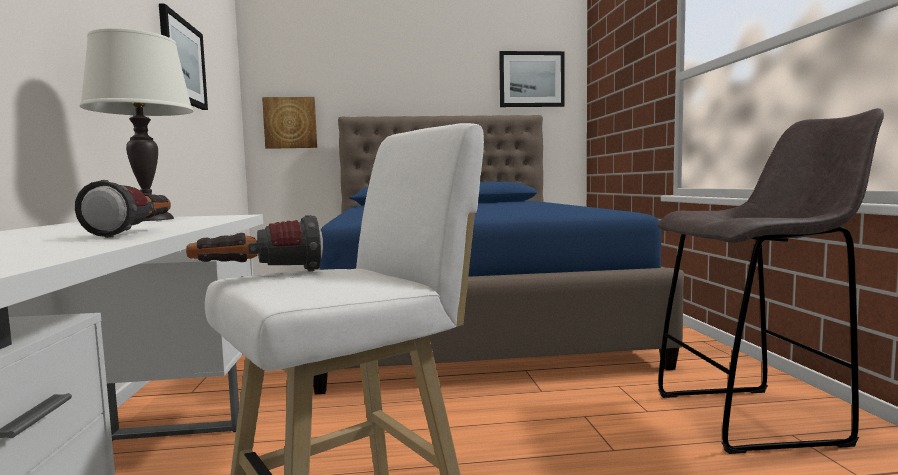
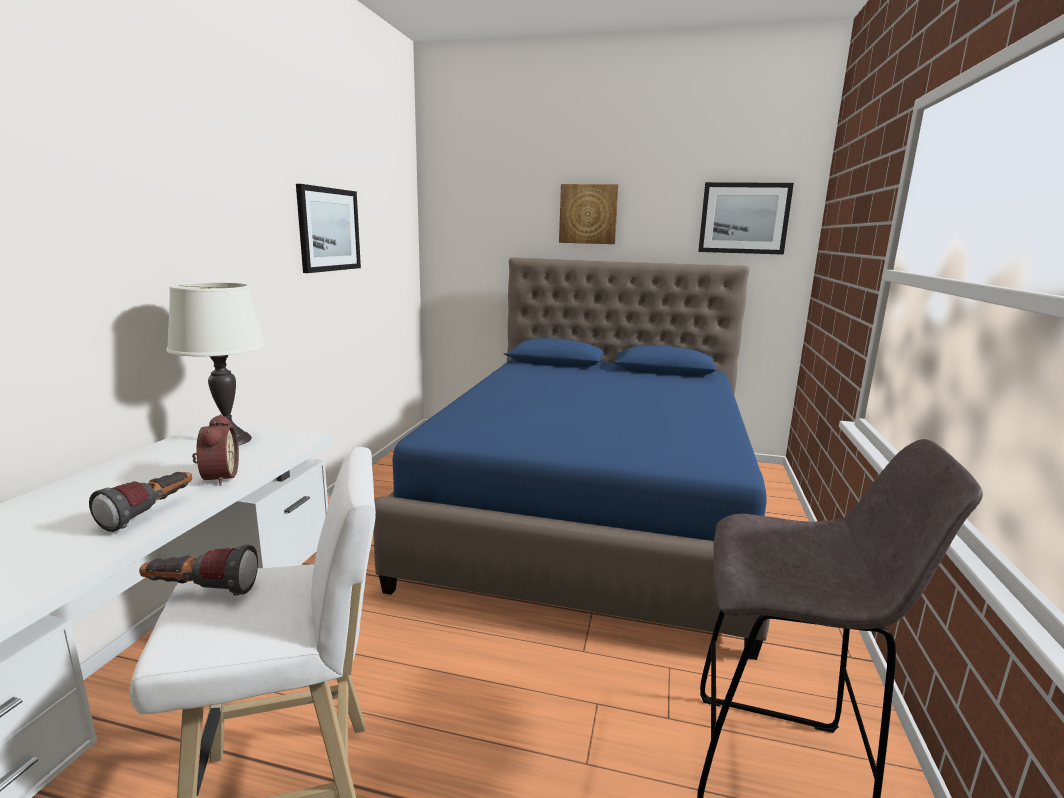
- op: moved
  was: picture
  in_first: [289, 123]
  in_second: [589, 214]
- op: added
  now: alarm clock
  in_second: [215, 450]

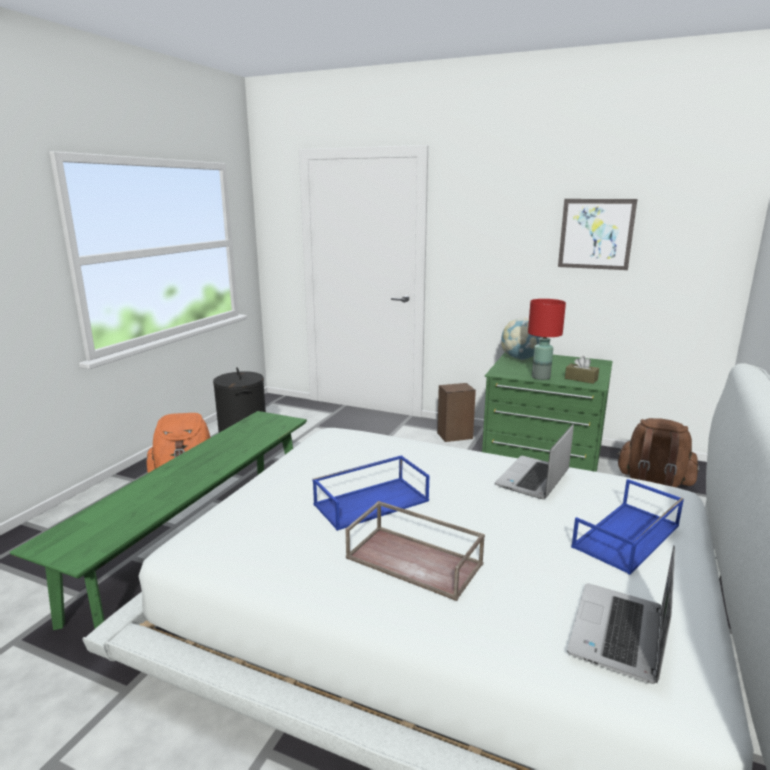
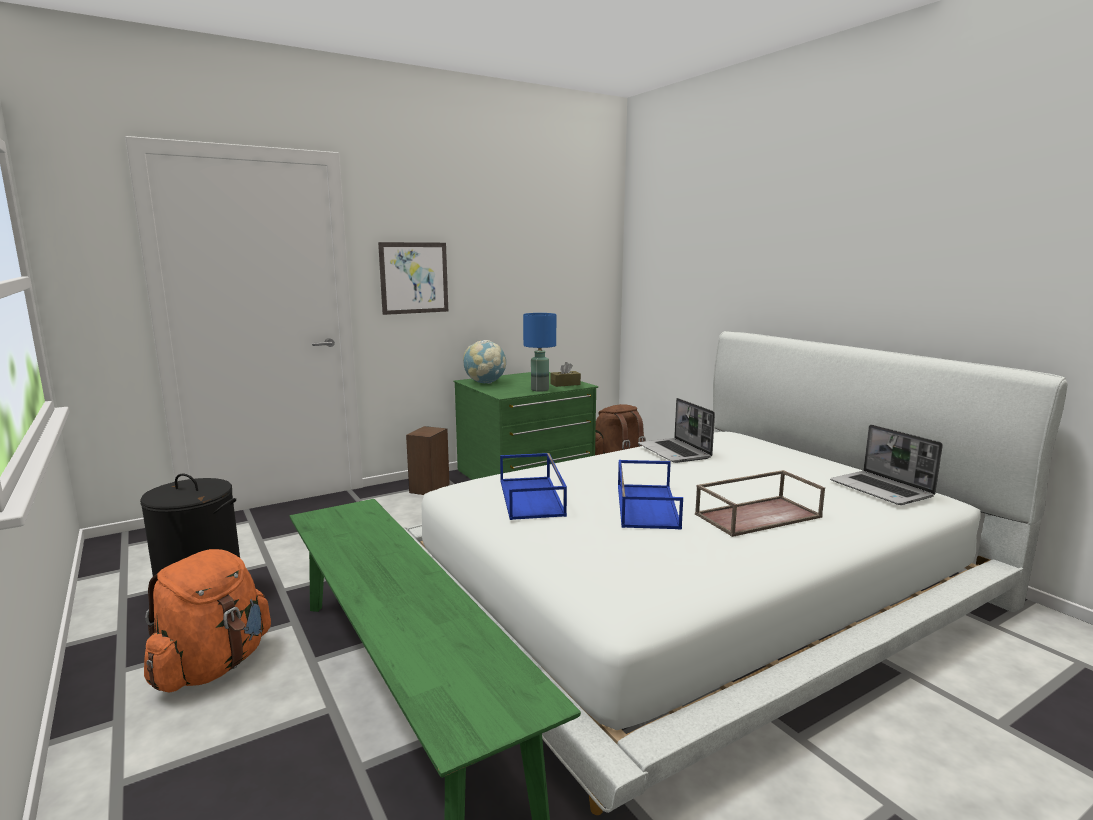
- op: recoloured
  was: red table lamp
  now: blue table lamp
  in_first: [547, 339]
  in_second: [539, 352]
- op: moved
  was: picture
  in_first: [597, 234]
  in_second: [413, 278]
- op: moved
  was: blue tray
  in_first: [627, 527]
  in_second: [533, 486]

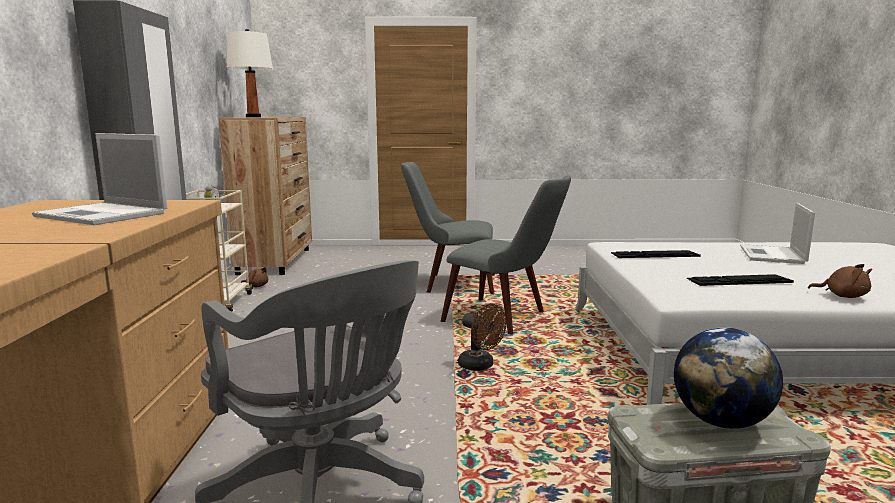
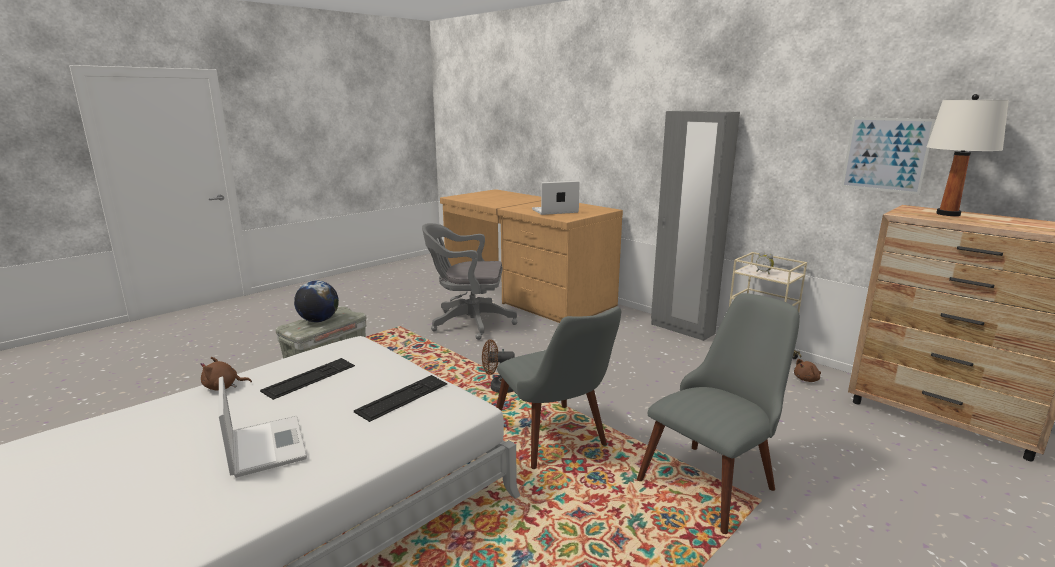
- op: turned
  was: grey chair
  in_first: [506, 254]
  in_second: [558, 387]
  clockwise: -105
- op: added
  now: picture
  in_second: [888, 156]

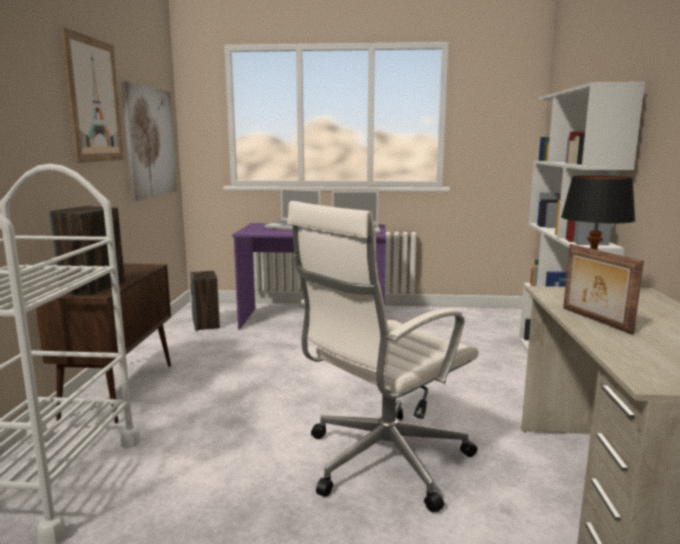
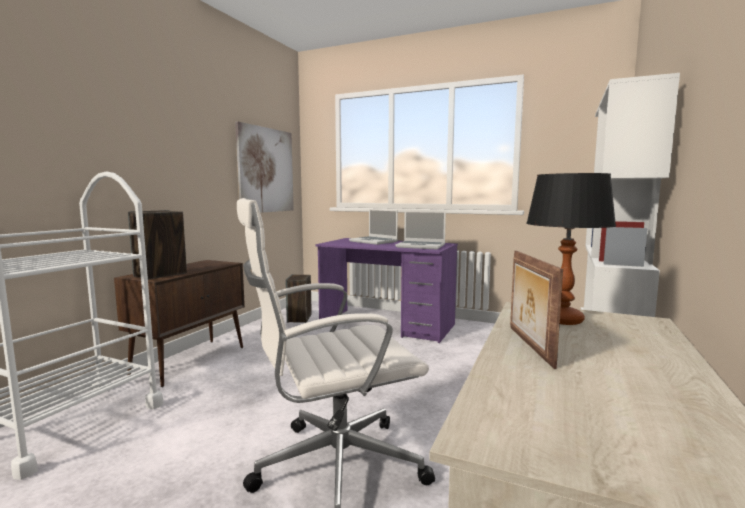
- op: removed
  was: picture
  in_first: [92, 95]

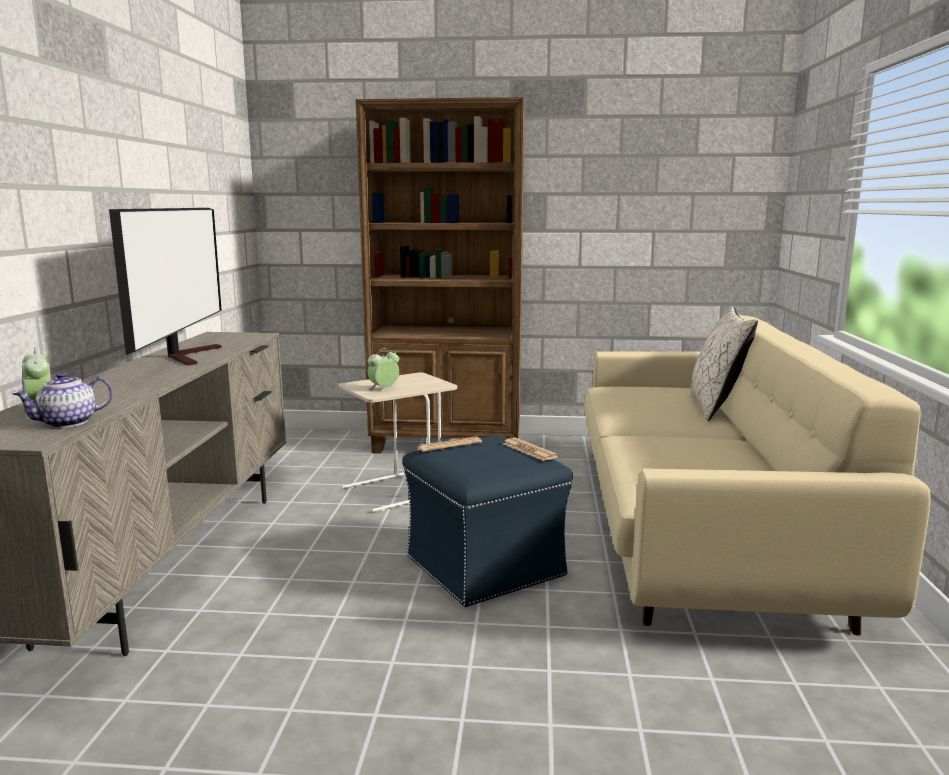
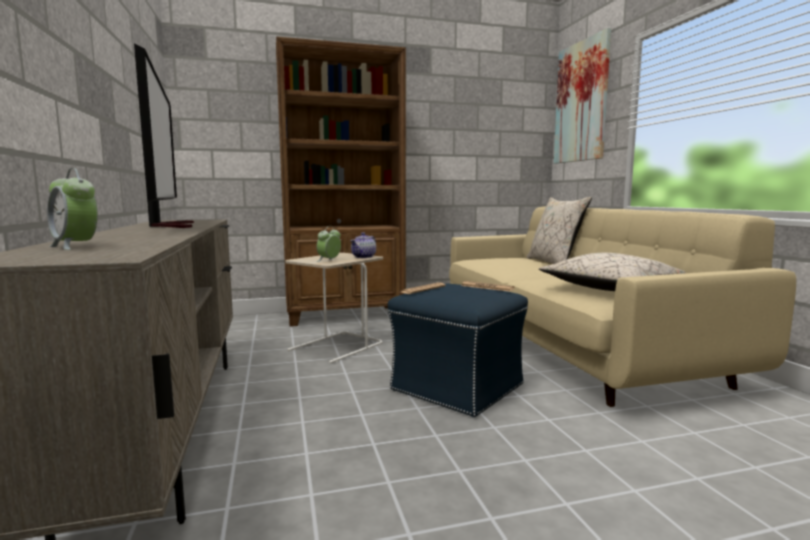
- op: moved
  was: teapot
  in_first: [62, 400]
  in_second: [363, 245]
- op: added
  now: beige pillow
  in_second: [612, 272]
- op: added
  now: picture
  in_second: [582, 96]

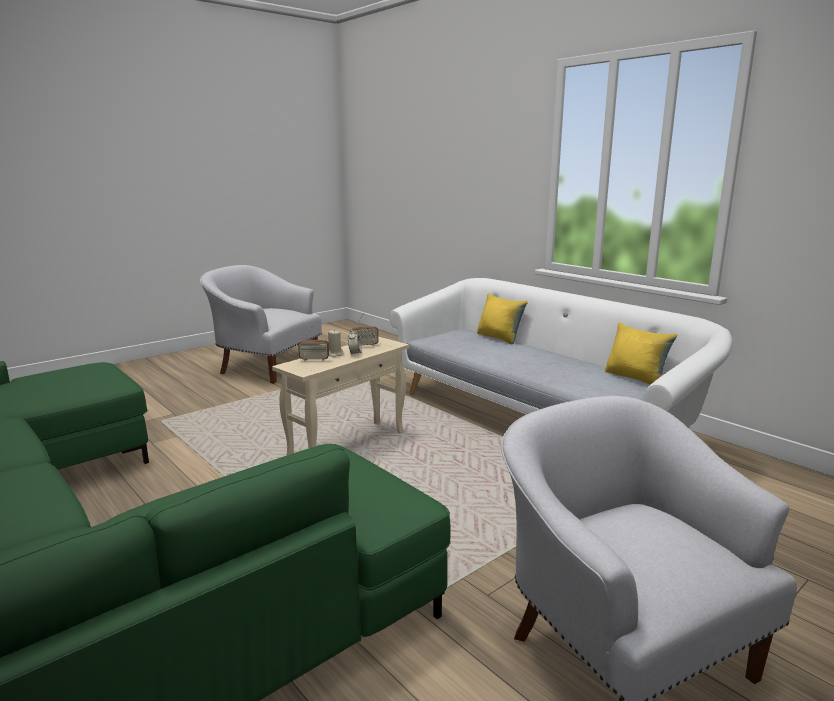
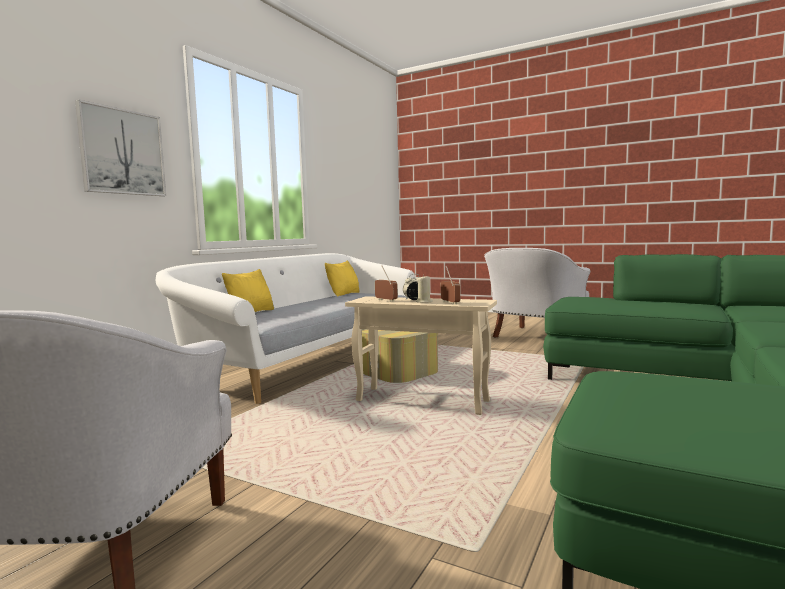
- op: added
  now: picture
  in_second: [120, 148]
- op: added
  now: ottoman
  in_second: [400, 356]

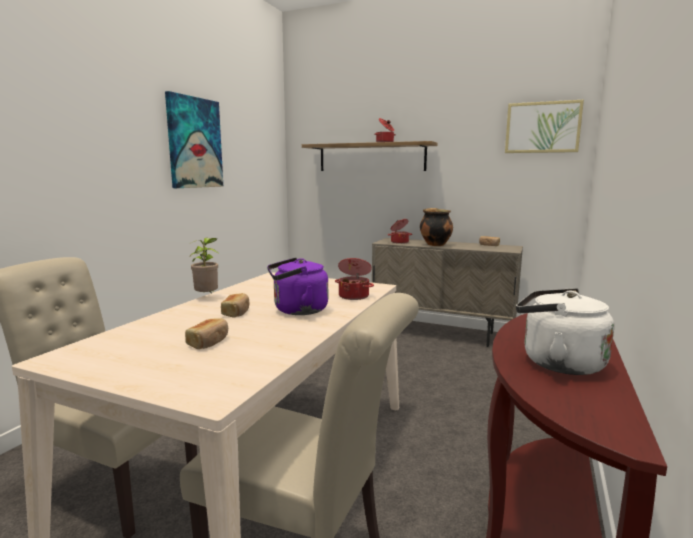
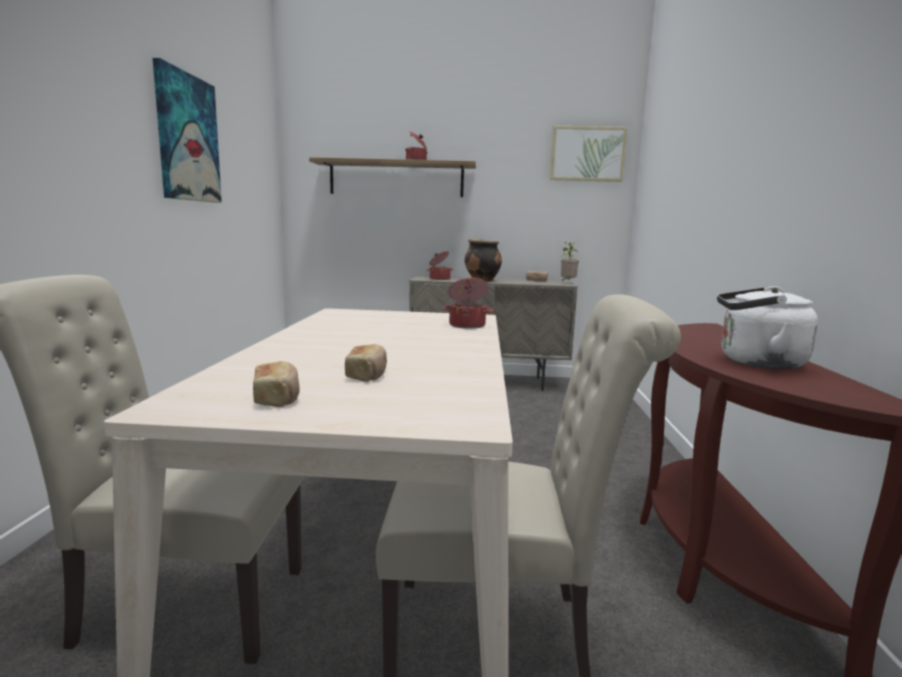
- op: moved
  was: potted plant
  in_first: [203, 265]
  in_second: [570, 262]
- op: moved
  was: bread
  in_first: [235, 305]
  in_second: [276, 384]
- op: removed
  was: purple kettle
  in_first: [297, 286]

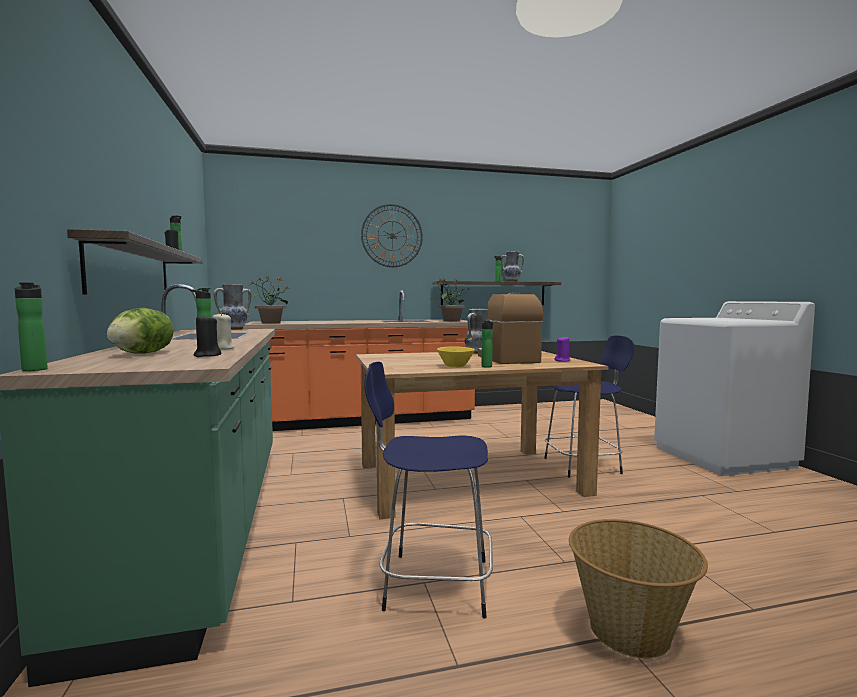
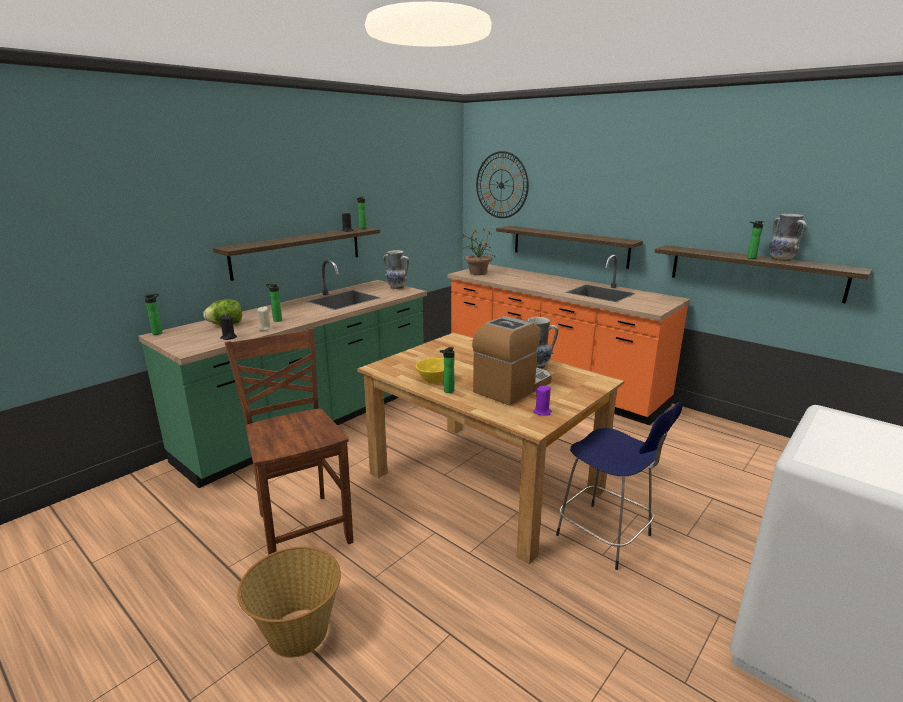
- op: moved
  was: wall clock
  in_first: [392, 235]
  in_second: [502, 184]
- op: replaced
  was: blue stool
  now: brown chair
  in_first: [428, 490]
  in_second: [289, 441]
- op: removed
  was: potted plant
  in_first: [451, 299]
- op: added
  now: shelf
  in_second: [569, 247]

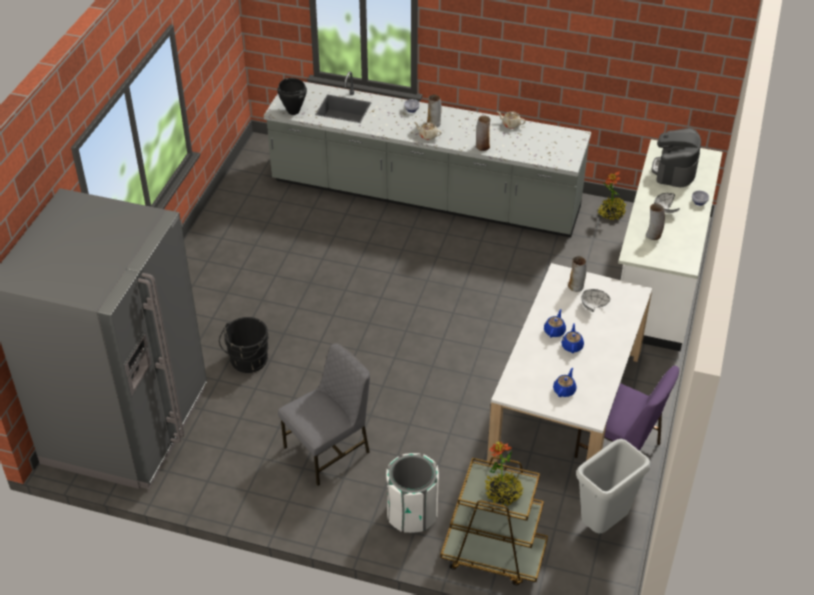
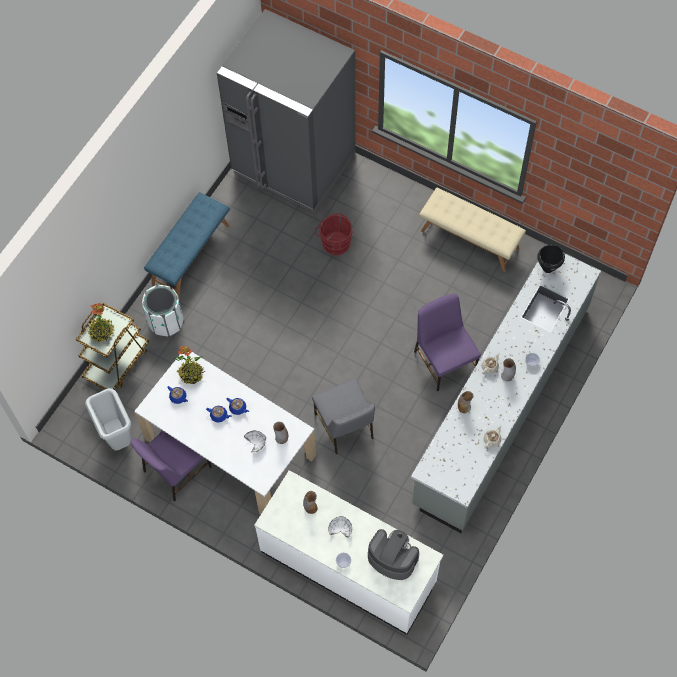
- op: recoloured
  was: black bucket
  now: red bucket
  in_first: [244, 345]
  in_second: [334, 234]
- op: moved
  was: grey chair
  in_first: [324, 415]
  in_second: [343, 416]
- op: moved
  was: potted plant
  in_first: [612, 195]
  in_second: [189, 365]
- op: added
  now: blue bench
  in_second: [187, 245]
- op: added
  now: purple chair
  in_second: [447, 342]
- op: added
  now: beige bench
  in_second: [472, 230]

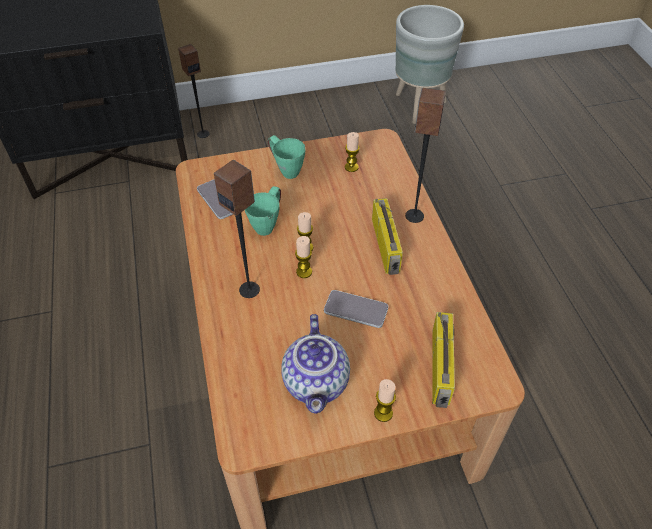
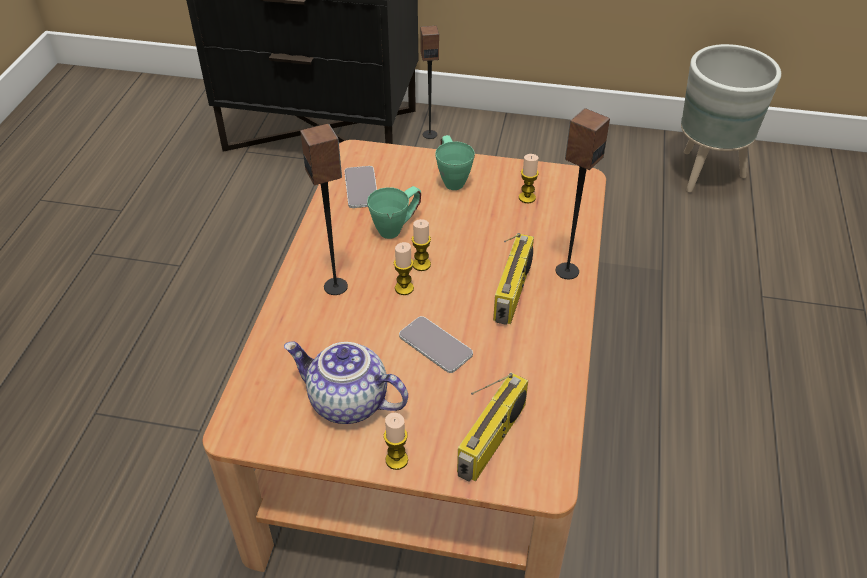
- op: turned
  was: teapot
  in_first: [315, 364]
  in_second: [346, 383]
  clockwise: 90

